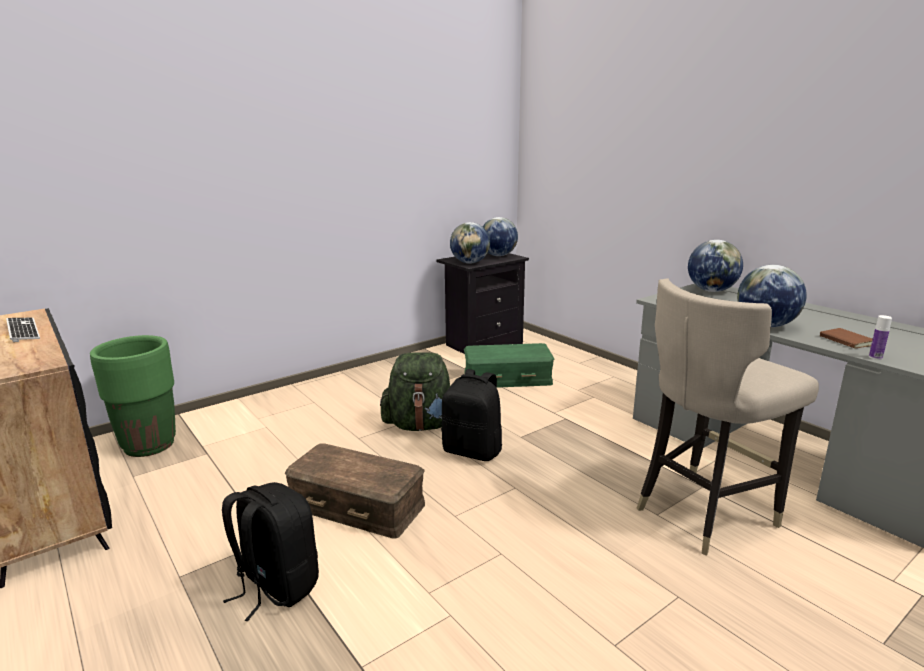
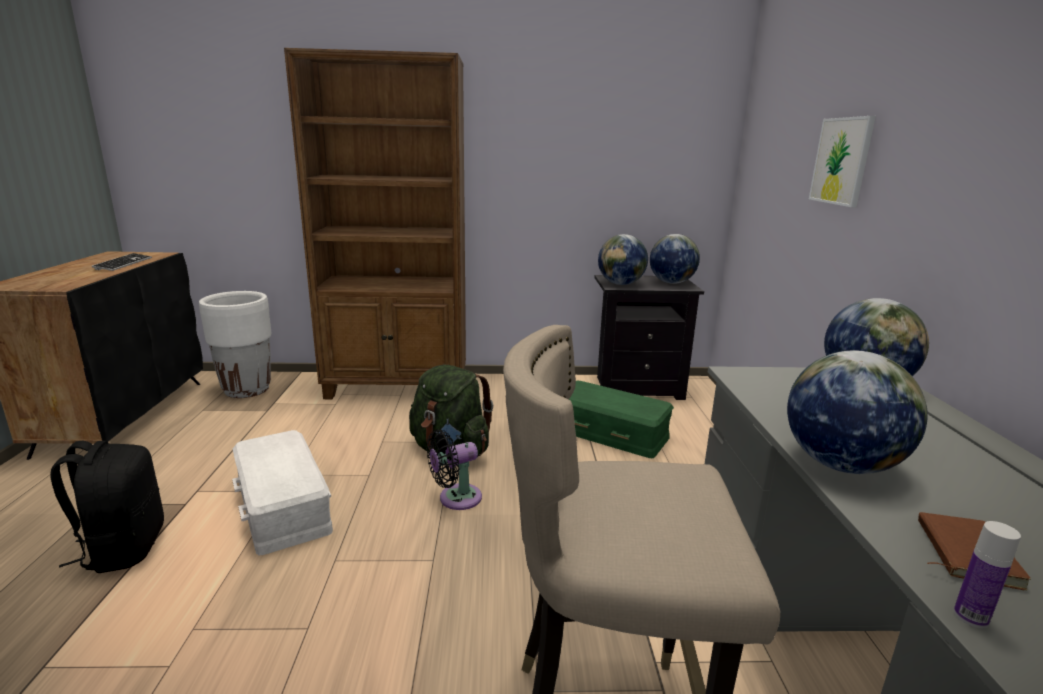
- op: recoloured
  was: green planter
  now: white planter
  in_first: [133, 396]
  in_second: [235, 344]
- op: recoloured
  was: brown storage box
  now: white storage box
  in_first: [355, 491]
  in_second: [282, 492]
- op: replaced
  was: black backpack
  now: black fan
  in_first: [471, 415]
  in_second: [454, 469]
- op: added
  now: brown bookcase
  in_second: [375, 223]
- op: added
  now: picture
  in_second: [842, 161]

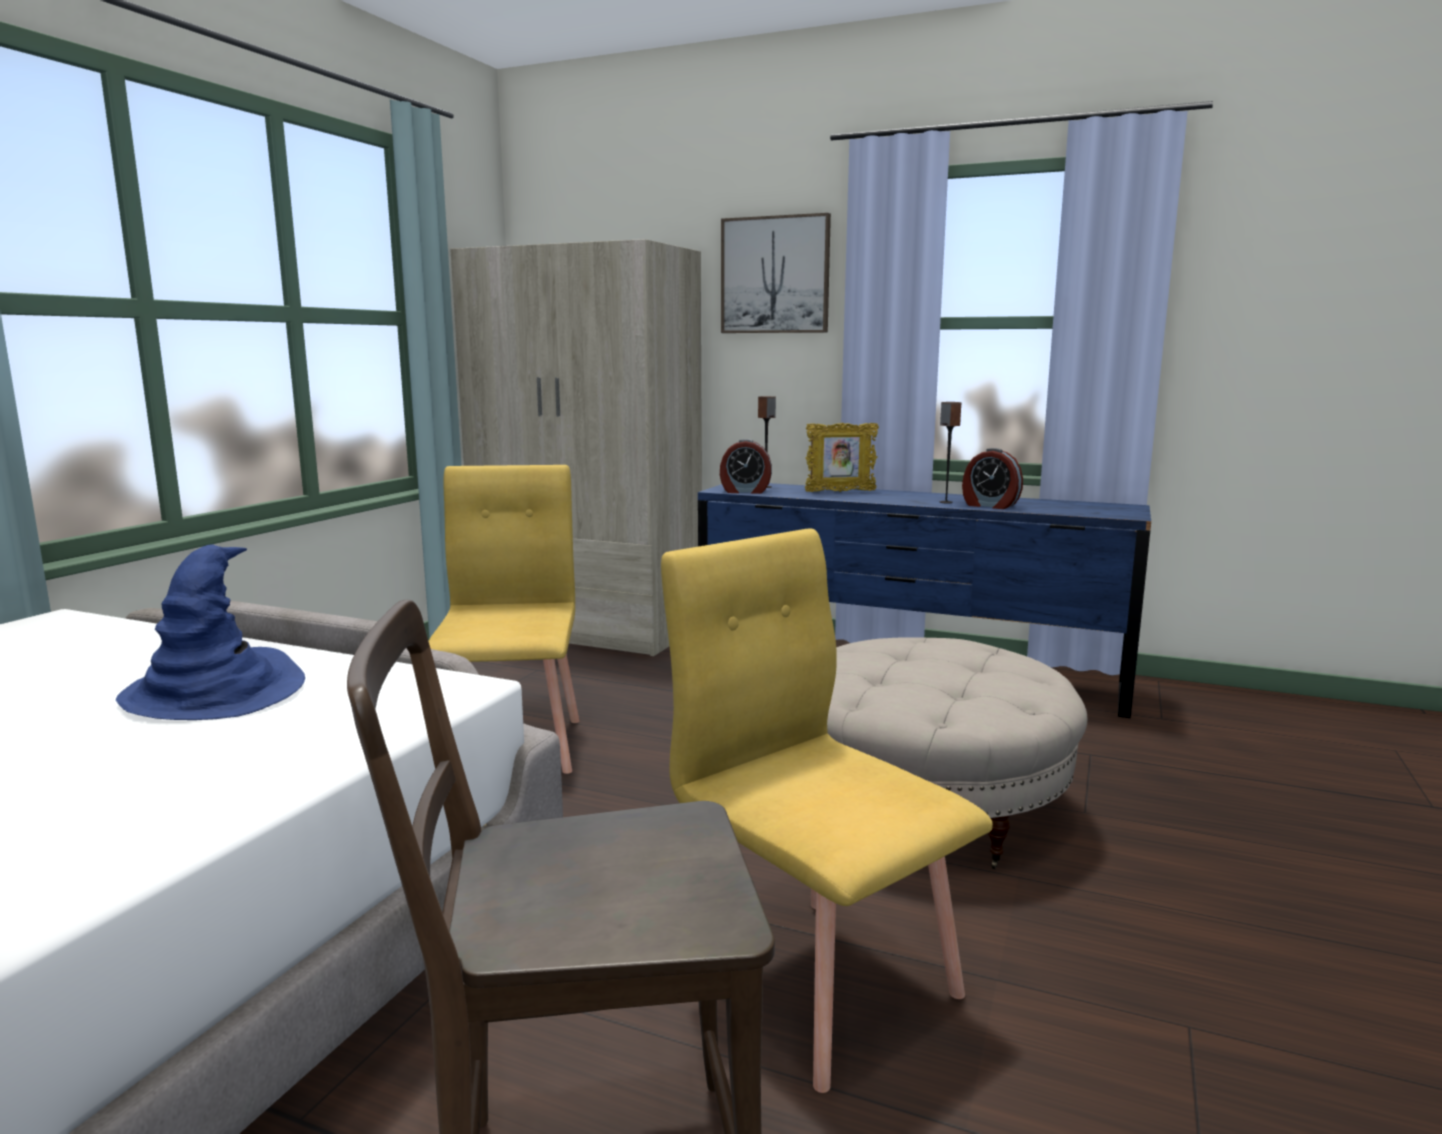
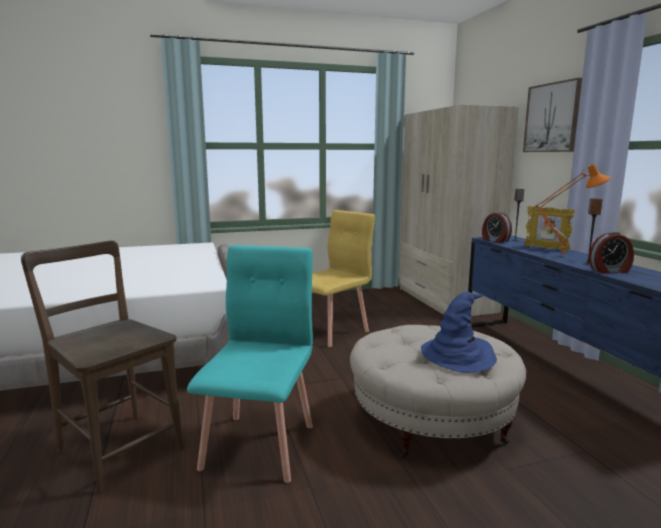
- op: moved
  was: blue hat
  in_first: [210, 632]
  in_second: [459, 332]
- op: recoloured
  was: yellow chair
  now: turquoise chair
  in_first: [827, 810]
  in_second: [250, 364]
- op: turned
  was: alarm clock
  in_first: [992, 478]
  in_second: [611, 253]
  clockwise: -90
- op: added
  now: orange table lamp
  in_second: [572, 210]

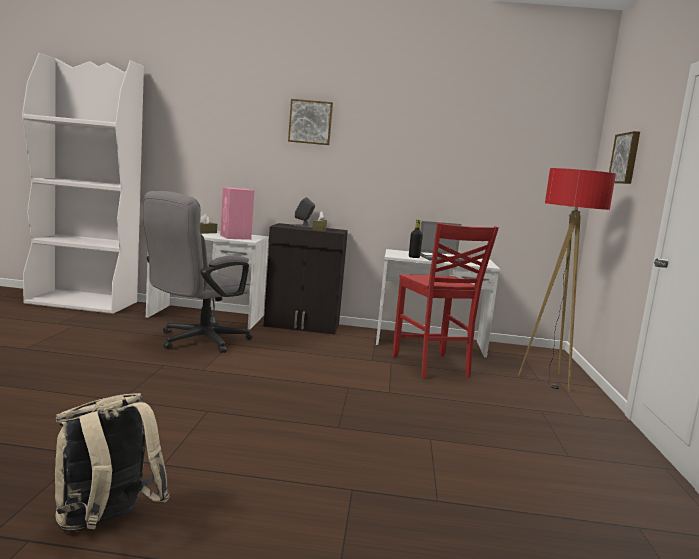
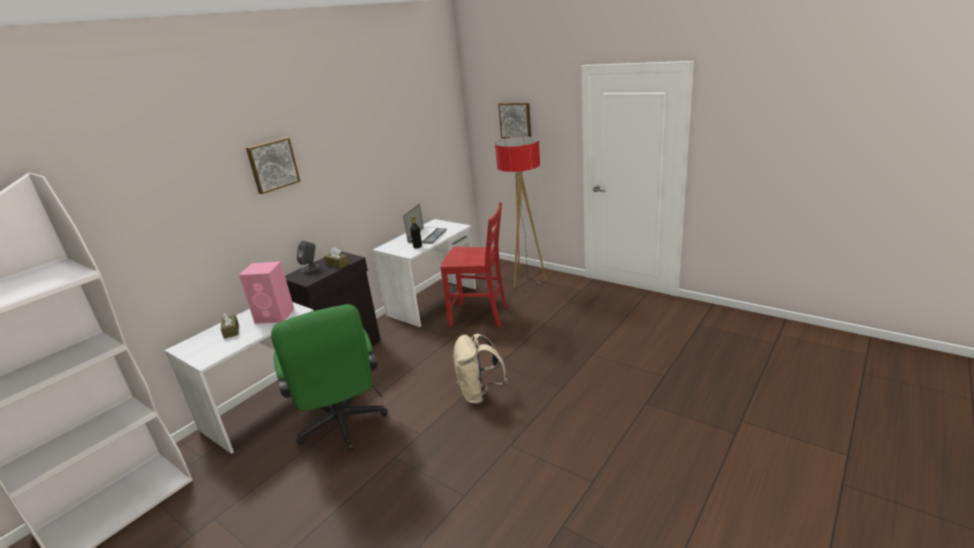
- op: moved
  was: beige backpack
  in_first: [112, 462]
  in_second: [480, 369]
- op: recoloured
  was: grey office chair
  now: green office chair
  in_first: [197, 272]
  in_second: [329, 377]

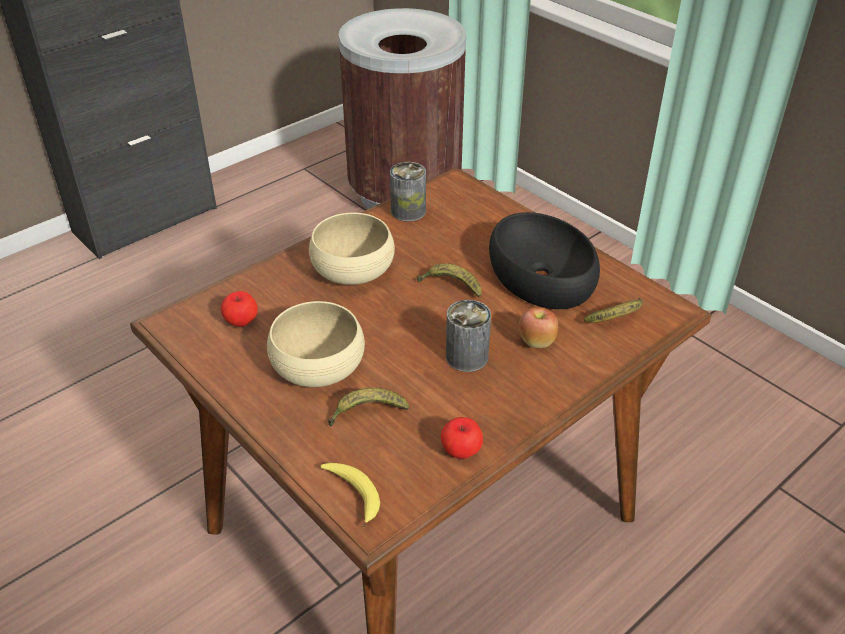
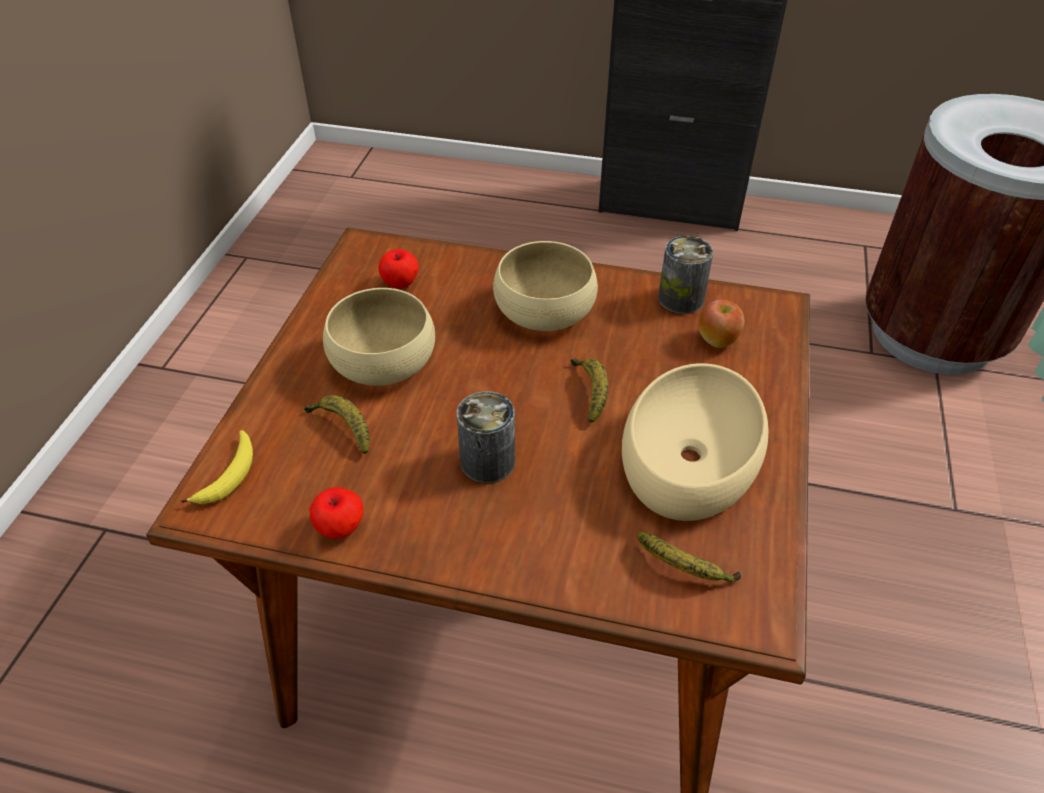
- op: recoloured
  was: black bowl
  now: beige bowl
  in_first: [544, 260]
  in_second: [695, 442]
- op: moved
  was: apple
  in_first: [538, 327]
  in_second: [721, 323]

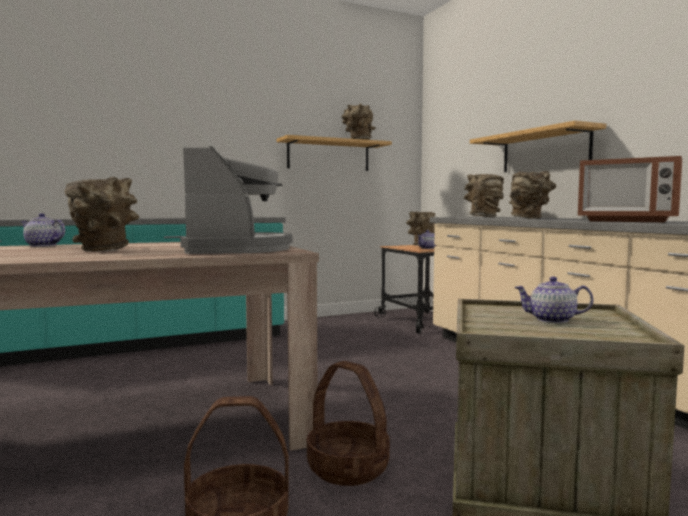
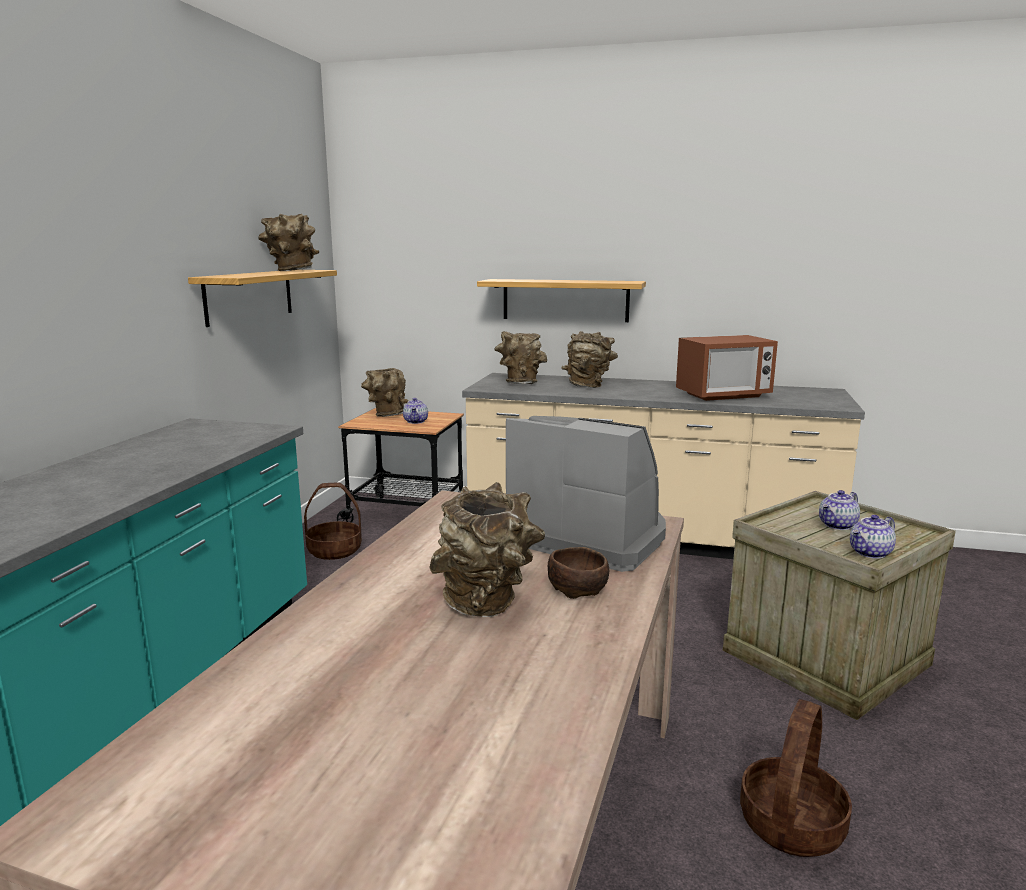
- op: moved
  was: teapot
  in_first: [43, 230]
  in_second: [873, 537]
- op: moved
  was: basket
  in_first: [348, 423]
  in_second: [333, 521]
- op: added
  now: brown bowl
  in_second: [578, 573]

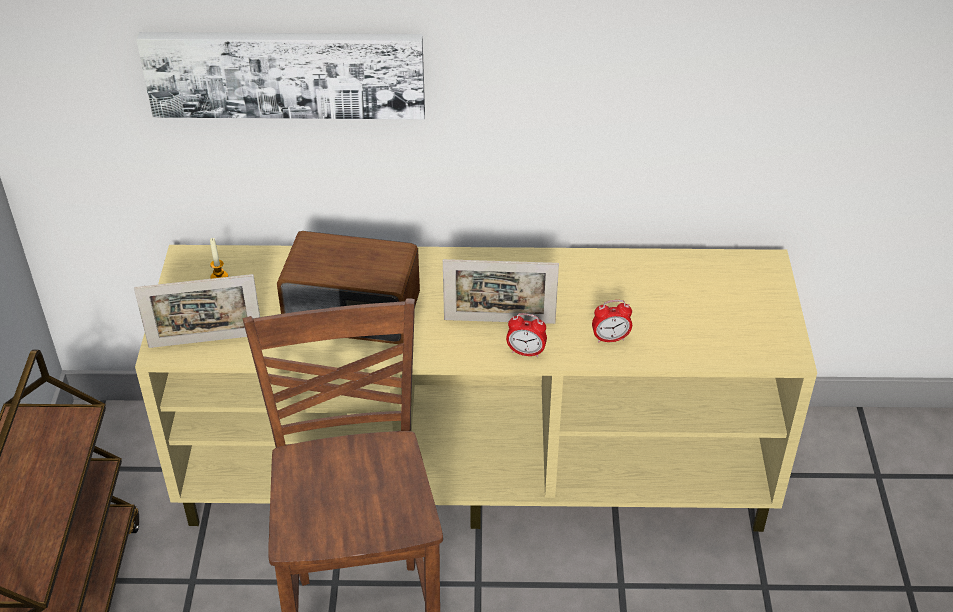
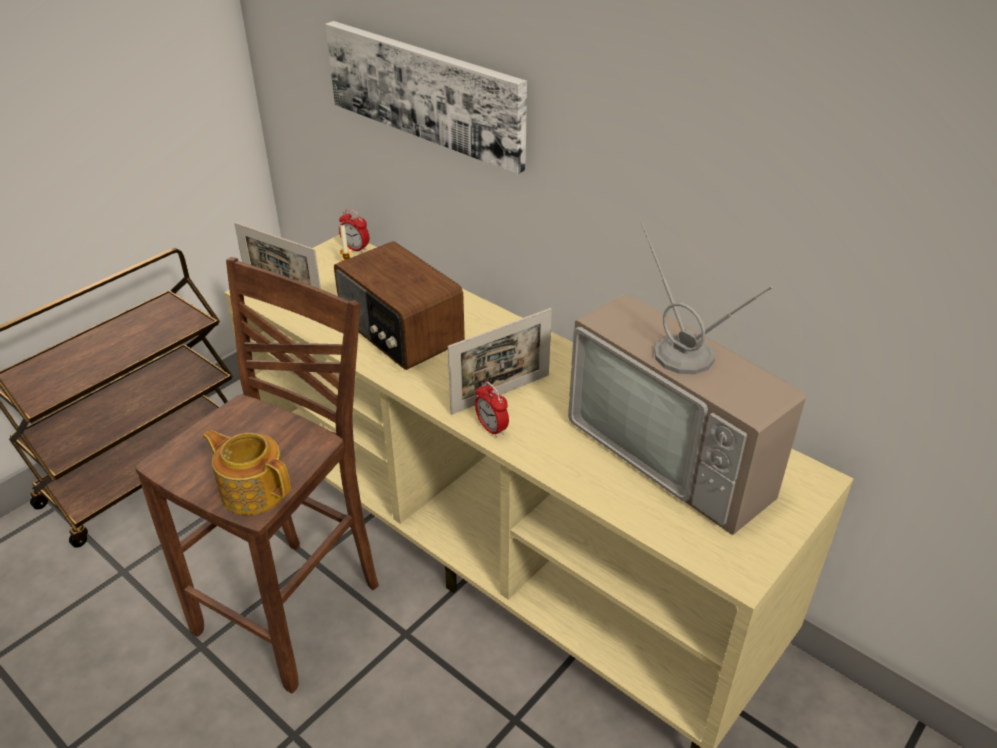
- op: turned
  was: picture frame
  in_first: [501, 291]
  in_second: [500, 361]
  clockwise: -75
- op: moved
  was: alarm clock
  in_first: [612, 321]
  in_second: [354, 231]
- op: added
  now: teapot
  in_second: [246, 472]
- op: added
  now: television
  in_second: [687, 379]

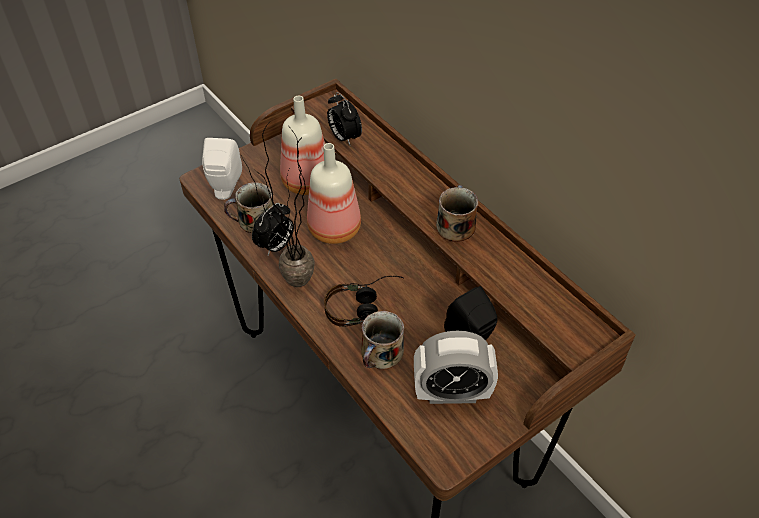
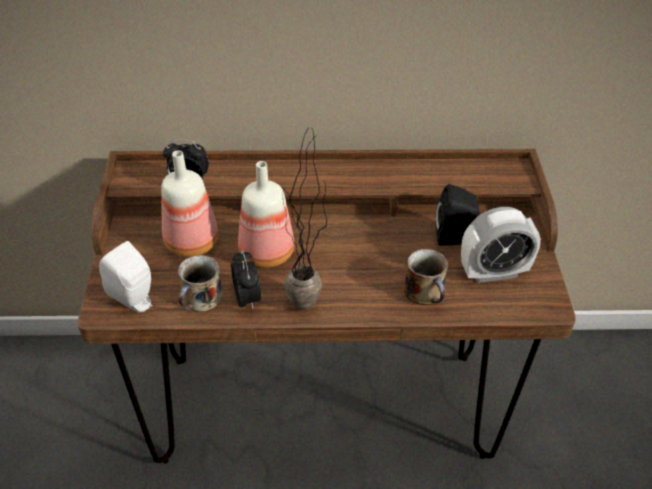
- op: removed
  was: headphones
  in_first: [364, 301]
- op: turned
  was: alarm clock
  in_first: [456, 367]
  in_second: [501, 245]
  clockwise: 45
- op: removed
  was: mug
  in_first: [457, 213]

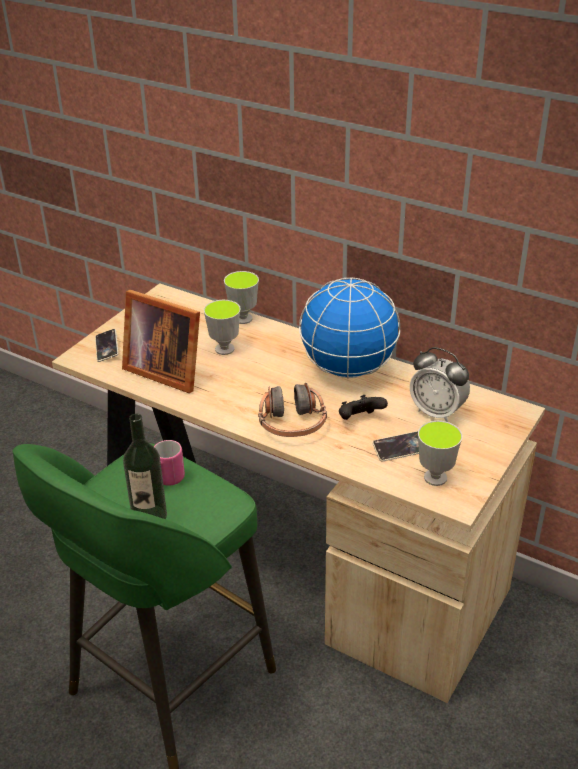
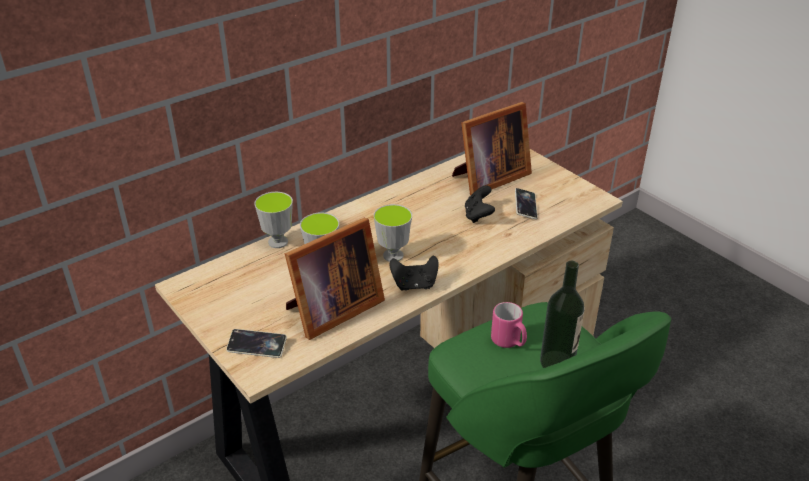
- op: removed
  was: headphones
  in_first: [292, 410]
- op: removed
  was: globe
  in_first: [349, 328]
- op: replaced
  was: alarm clock
  now: picture frame
  in_first: [440, 384]
  in_second: [492, 148]
- op: moved
  was: cup
  in_first: [440, 453]
  in_second: [393, 233]
- op: added
  now: black game controller
  in_second: [414, 273]

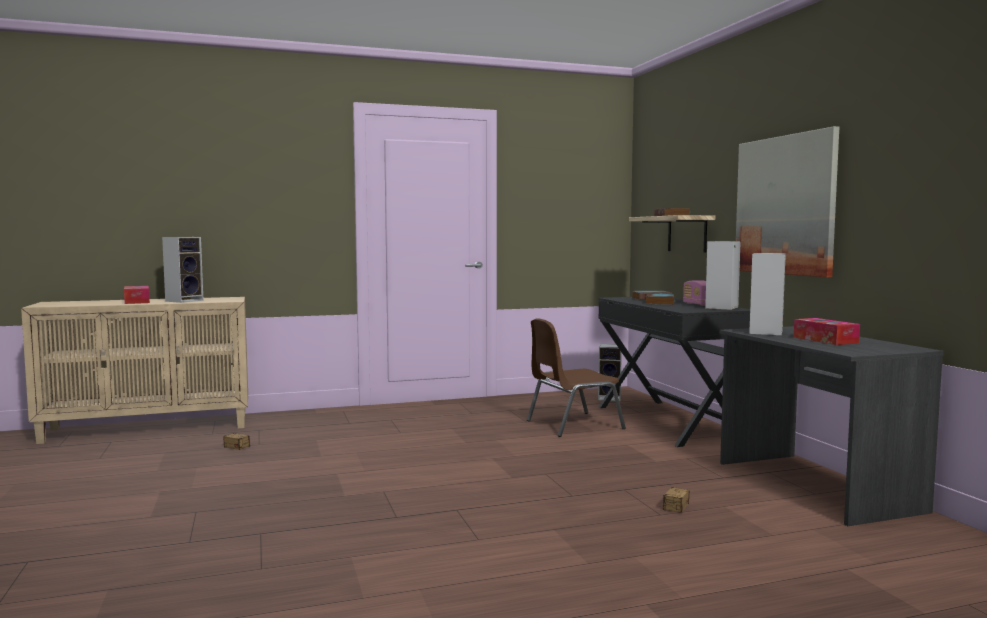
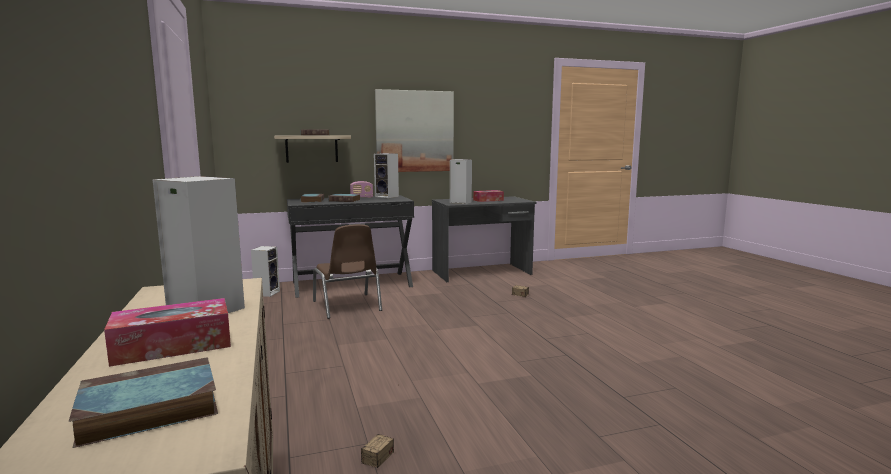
- op: added
  now: book
  in_second: [143, 402]

